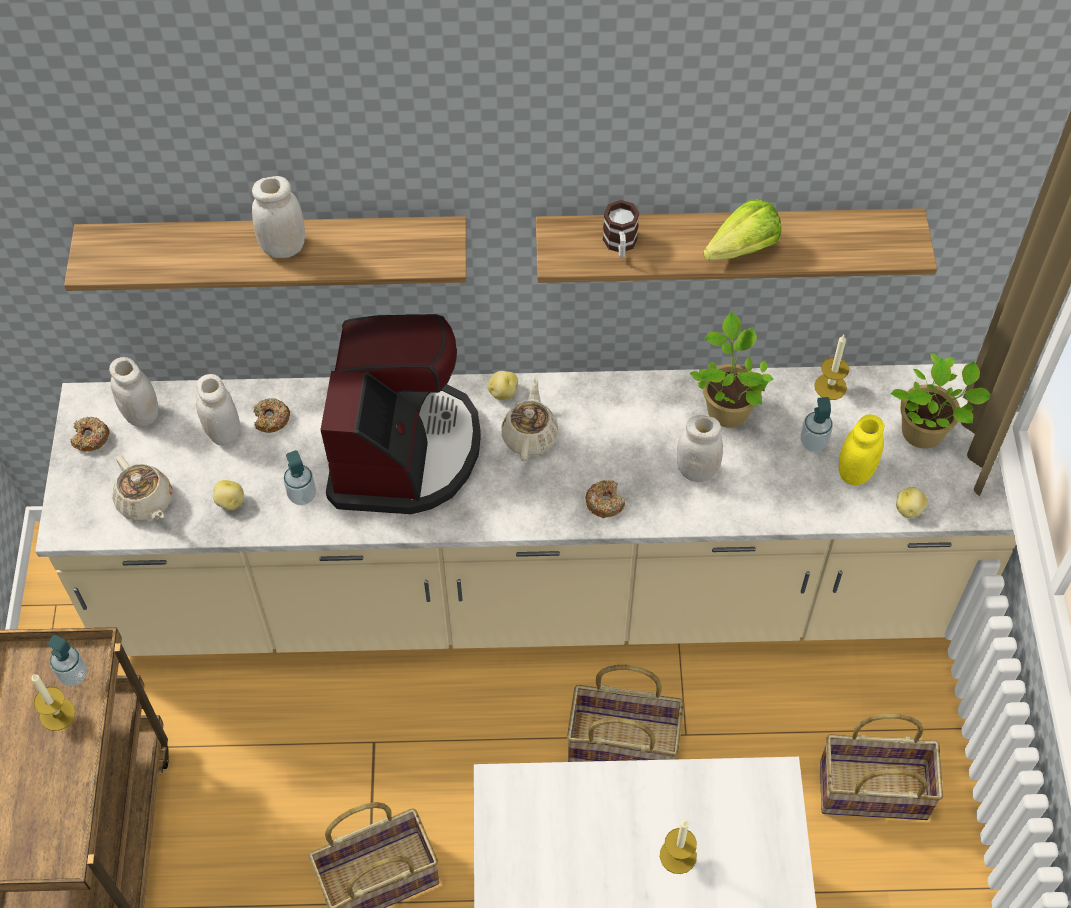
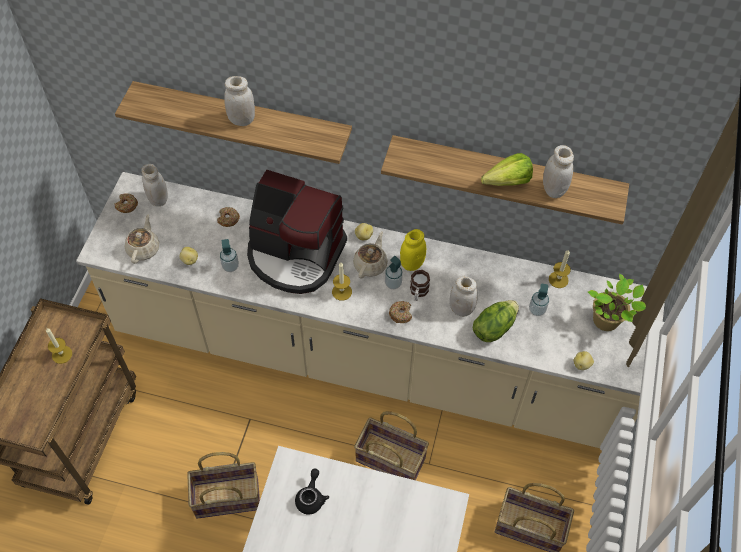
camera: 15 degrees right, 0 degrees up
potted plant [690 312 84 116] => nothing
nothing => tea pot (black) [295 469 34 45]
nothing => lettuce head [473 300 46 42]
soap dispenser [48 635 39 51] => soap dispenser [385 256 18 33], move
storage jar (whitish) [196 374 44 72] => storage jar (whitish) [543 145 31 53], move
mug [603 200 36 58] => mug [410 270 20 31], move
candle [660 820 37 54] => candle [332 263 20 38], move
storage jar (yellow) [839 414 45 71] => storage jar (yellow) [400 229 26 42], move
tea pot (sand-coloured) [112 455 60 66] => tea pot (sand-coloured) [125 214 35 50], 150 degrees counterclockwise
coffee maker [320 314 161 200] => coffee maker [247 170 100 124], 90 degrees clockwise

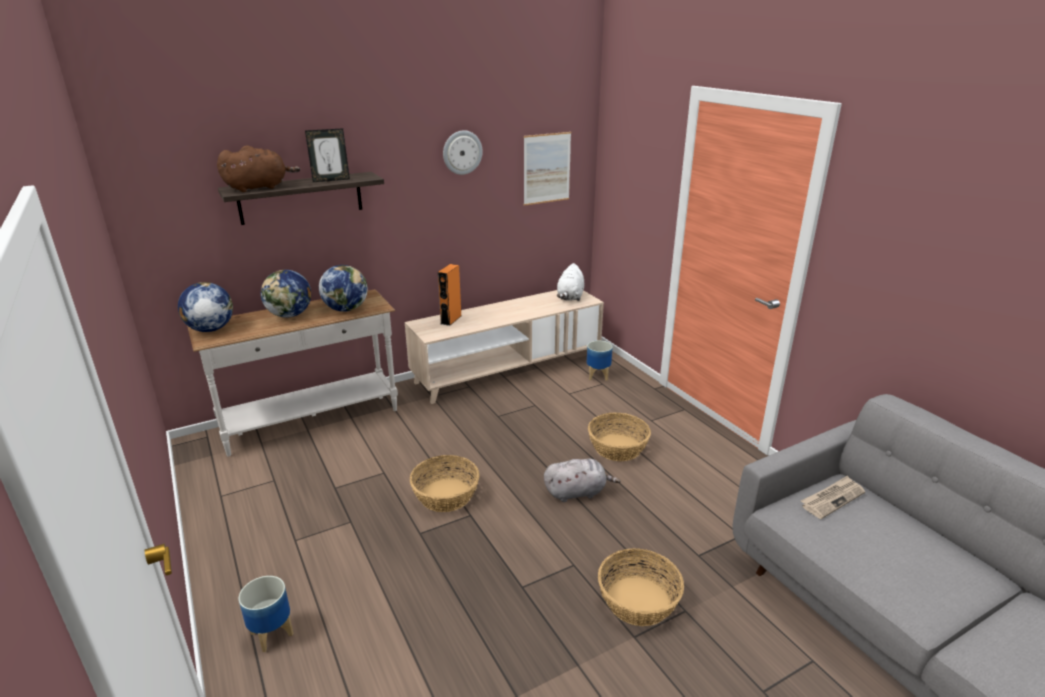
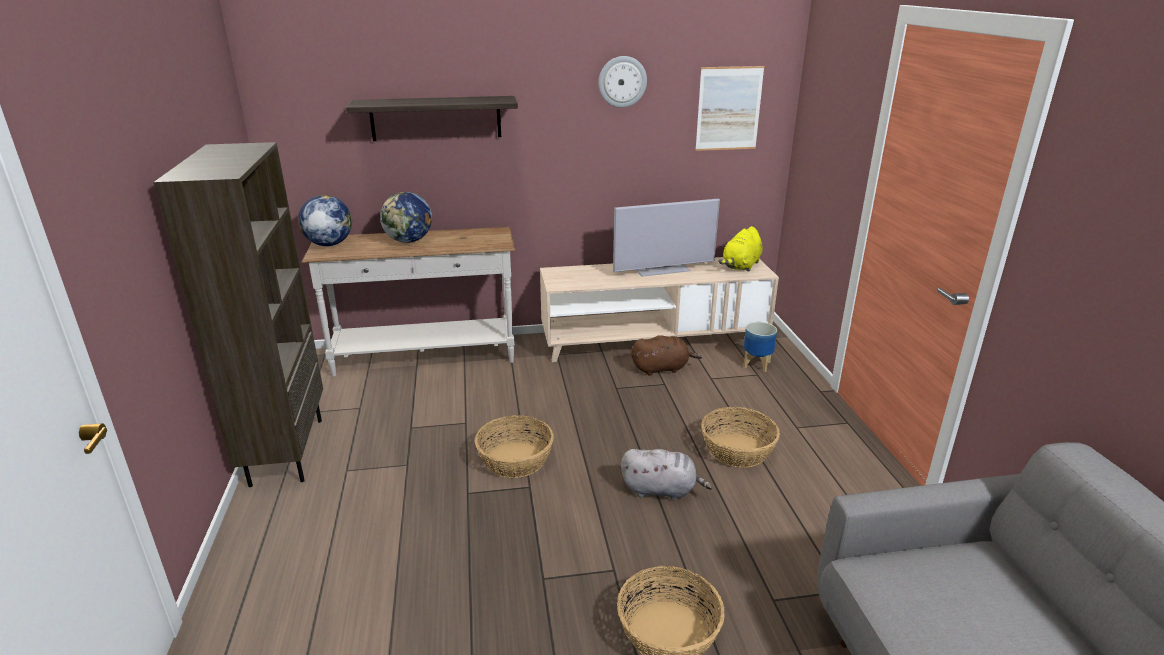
camera: 20 degrees right, 0 degrees up
plant pot [238 576 55 76] => nothing
photo frame [305 128 45 54] => nothing
world globe [319 265 49 47] => nothing
speaker (orangey) [438 264 23 62] => nothing
newspaper [801 475 64 44] => nothing
nothing => bookcase (brown) [153 142 170 345]
nothing => TV [613 199 107 78]
cuddly toy (brown) [217 145 83 47] => cuddly toy (brown) [631 335 71 41], move
cuddly toy (whitish) [557 263 27 38] => cuddly toy (yellow) [718 226 45 46]

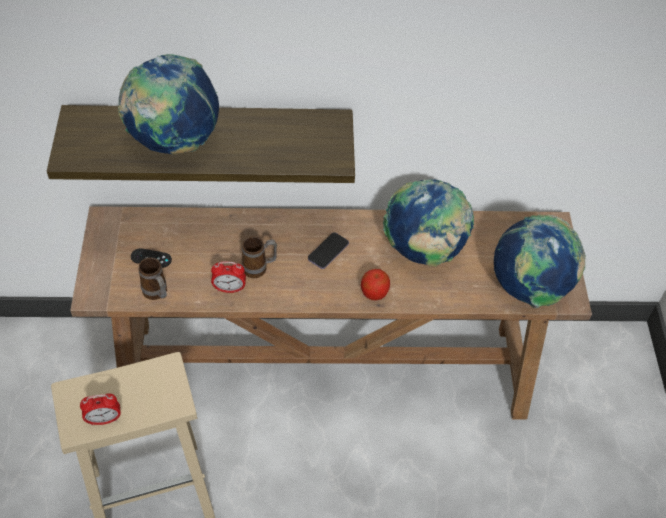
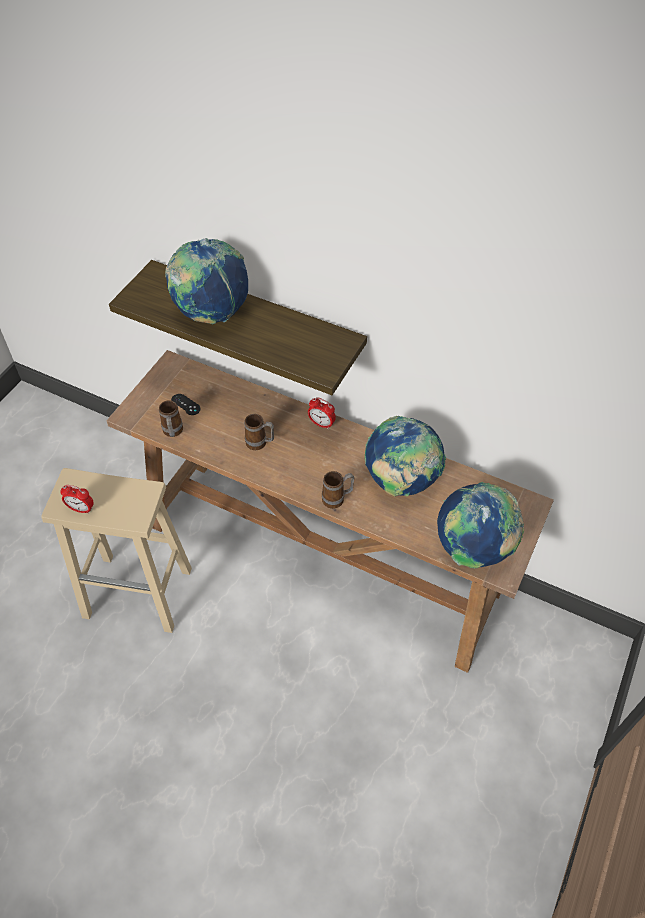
camera: 30 degrees right, 0 degrees up
telephone [308 232 41 37] => nothing
table clock [211 261 35 32] => table clock [308 397 28 32], move
whole apple [361 269 29 31] => mug [322 471 32 38]

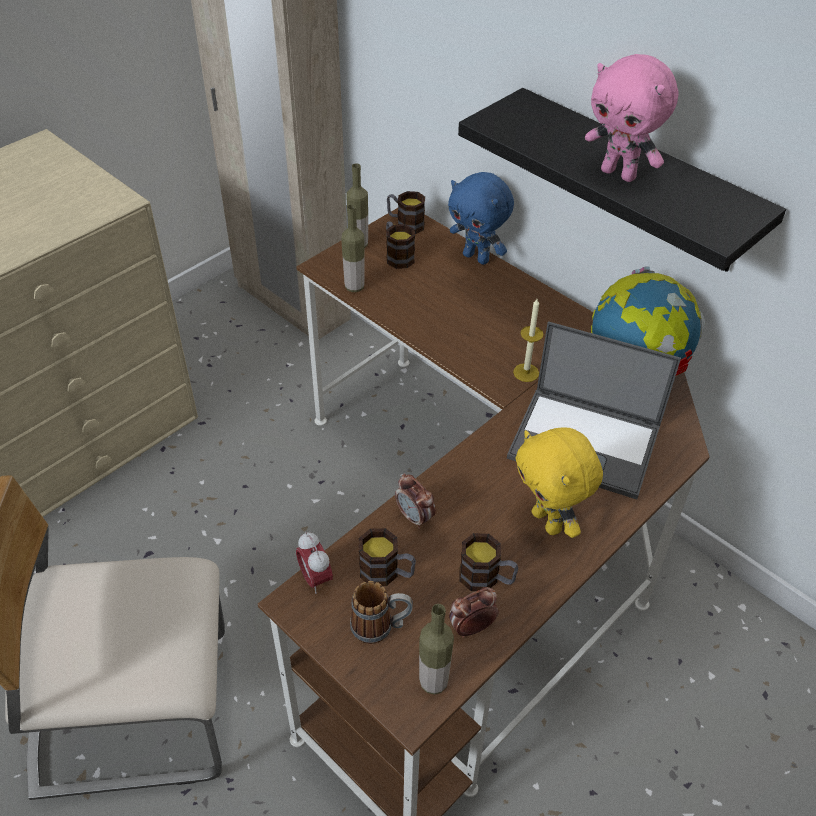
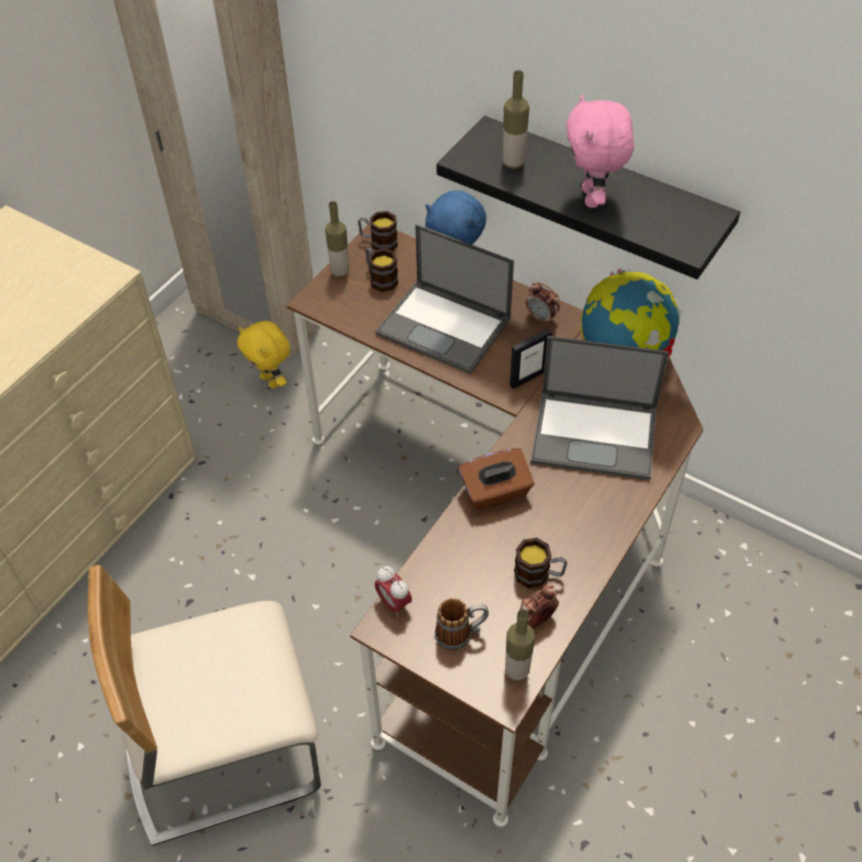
camera: 10 degrees left, 5 degrees up
mug [359 528 57 58] => nothing
nothing => laptop [375 224 139 150]
nothing => tissue box (brown) [458 448 76 63]
beverage bottle [341 204 24 88] => beverage bottle [503 70 26 99], move
table clock [395 474 41 55] => table clock [526 282 34 43], move
cuddly toy (yellow) [515 427 88 111] => cuddly toy (yellow) [237 321 53 67], move
candle [513 299 30 83] => photo frame [510 329 42 60]
cuddly toy (pinkish) [585 54 94 128] => cuddly toy (pinkish) [566 95 68 113], 60 degrees clockwise

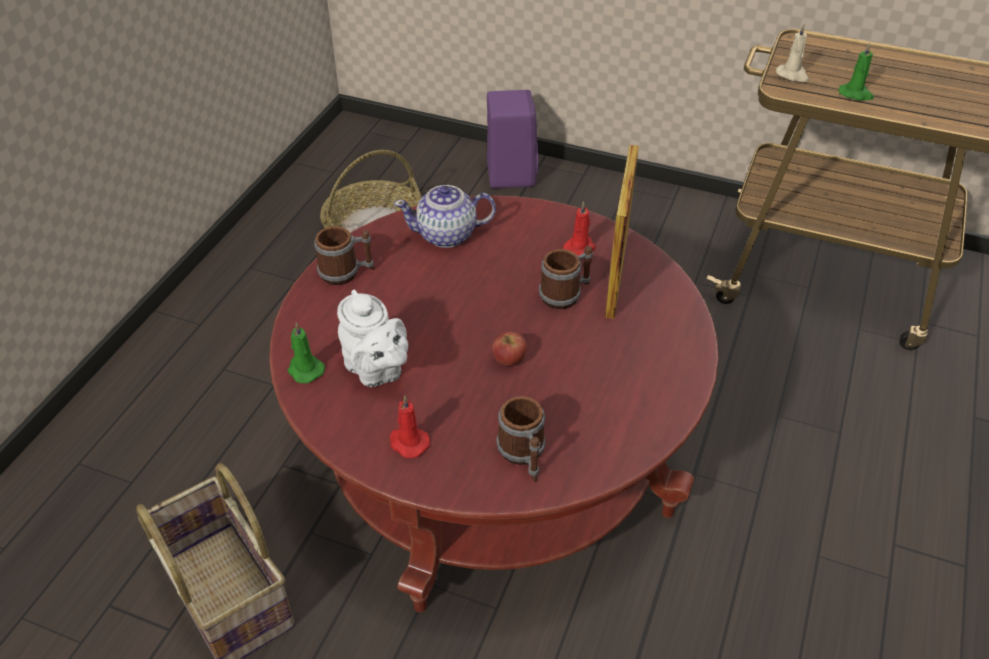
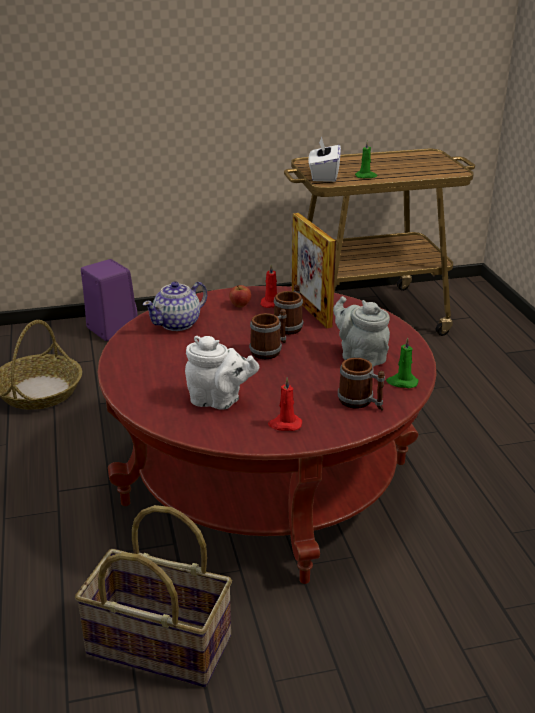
camera: 35 degrees left, 15 degrees down
nothing => tea pot (gray) [333 296 57 71]
candle (green-coloured) [287 322 38 61] => candle (green-coloured) [386 337 33 51], move
mug [314 226 61 59] => mug [249 309 38 50], move
whole apple [492 332 35 34] => whole apple [229 285 22 23], move
candle (sand-coloured) [776 24 33 58] => tissue box (whitish) [309 136 32 46]

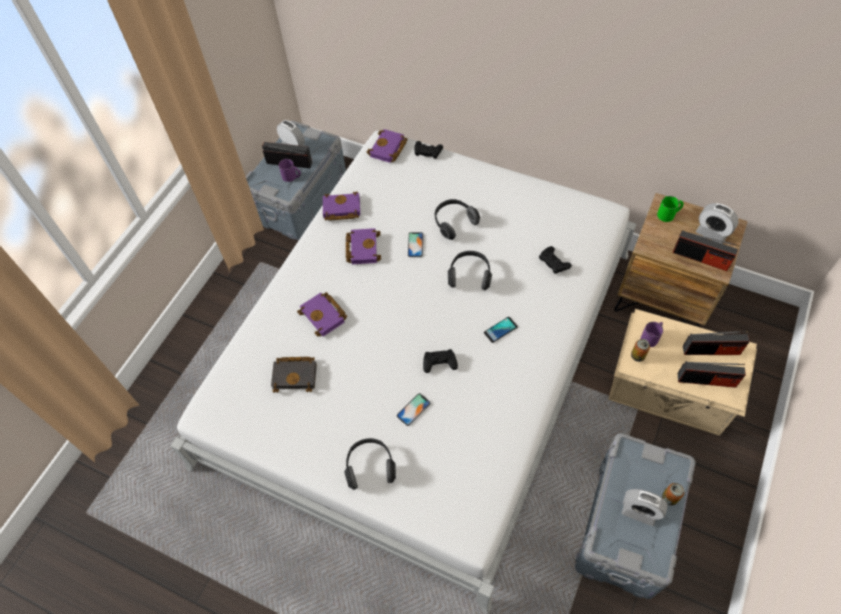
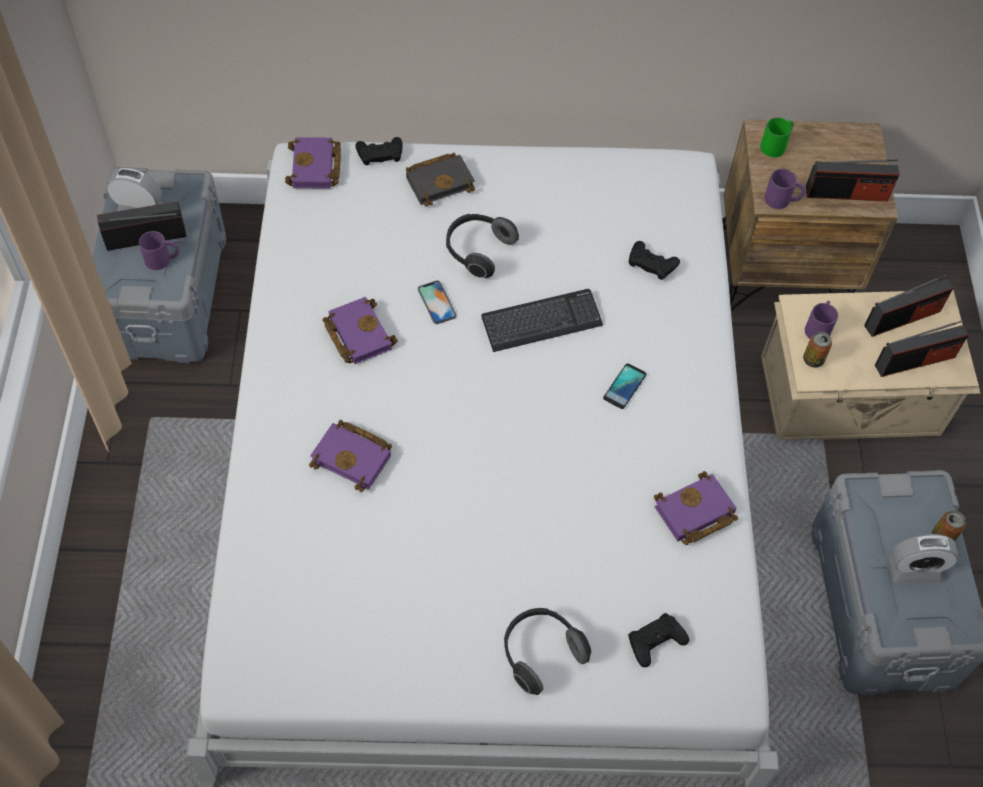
camera: 30 degrees left, 0 degrees up
telephone [397 393 34 33] => nothing
table clock [696 203 43 41] => nothing
nothing => mug (purple) [764 168 41 41]
bound book (black) [271 357 46 36] => bound book (black) [406 153 69 54], move
bound book (purple) [323 192 37 28] => bound book (purple) [654 471 84 74], move
gamepad (black) [423 349 35 24] => gamepad (black) [628 613 61 54], move
pair of headphones [448 251 44 39] => PC keyboard [482 289 121 63]

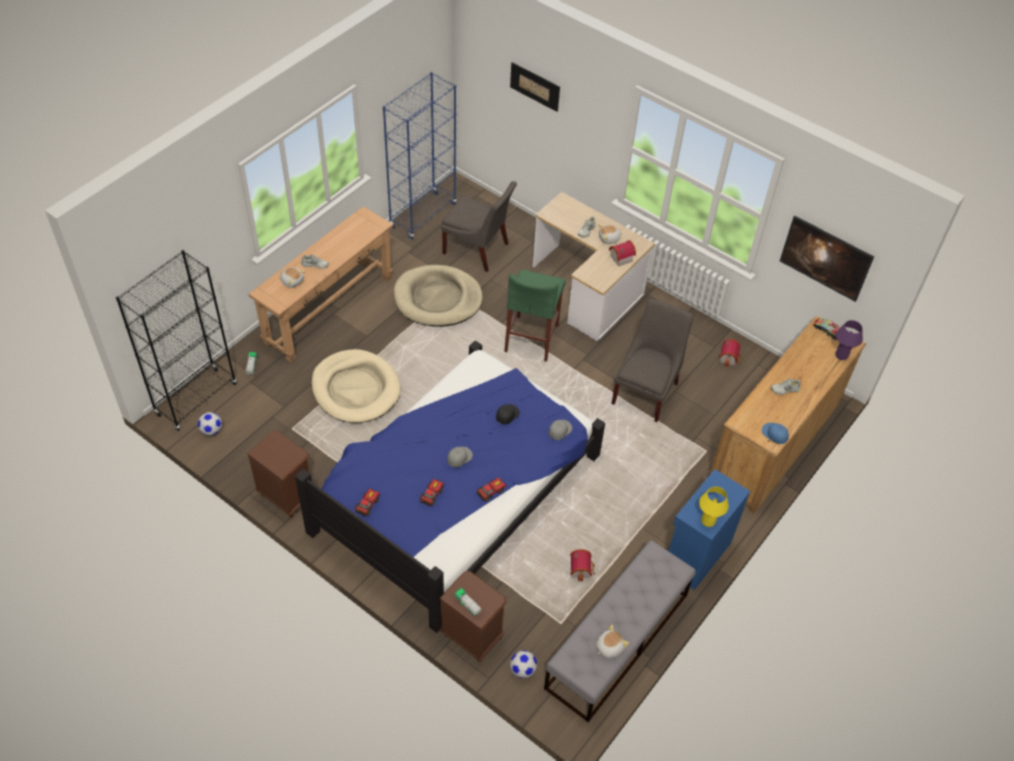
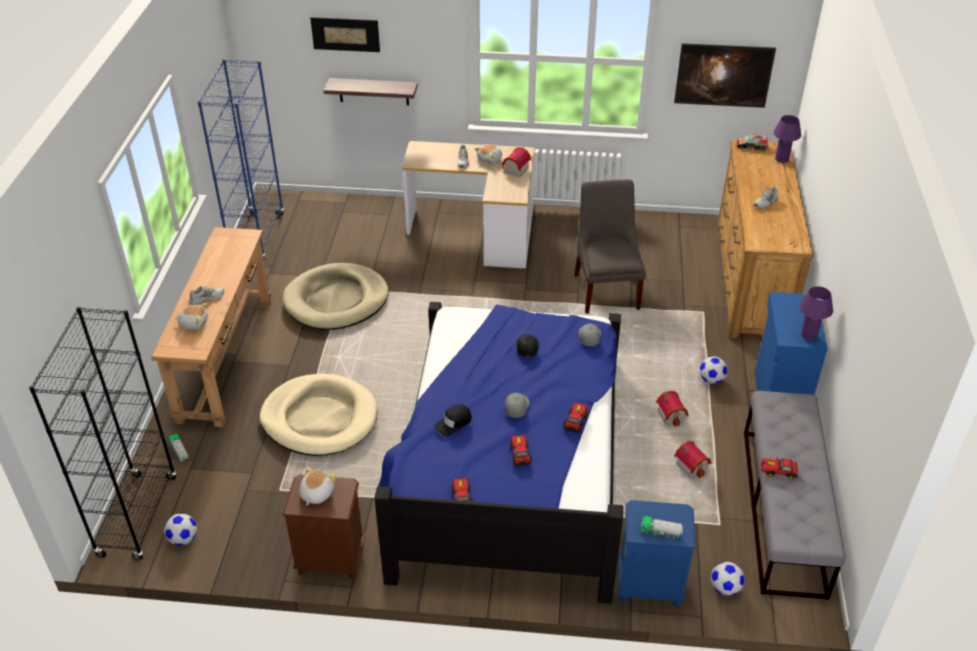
camera: 30 degrees left, 10 degrees down
chair (gray) [441 181 76 91] => nothing
sitting stool (green-coloured) [504 270 62 92] => nothing
cap (bluish) [762 423 27 21] => nothing
nothing => wall shelf [324 78 94 27]
nothing => cap (black) [434 404 38 33]
nothing => football ball [700 356 27 28]
nothing => miniature car [761 457 37 23]
cuddly toy [596 624 33 34] => cuddly toy [299 467 37 39], move
toy house [719 339 23 28] => toy house [656 391 33 36], move
night table (brown) [439 571 68 91] => night table (bluish) [618 500 78 107]
table lamp (yellow) [699 487 30 40] => table lamp (purple) [799 286 34 54]

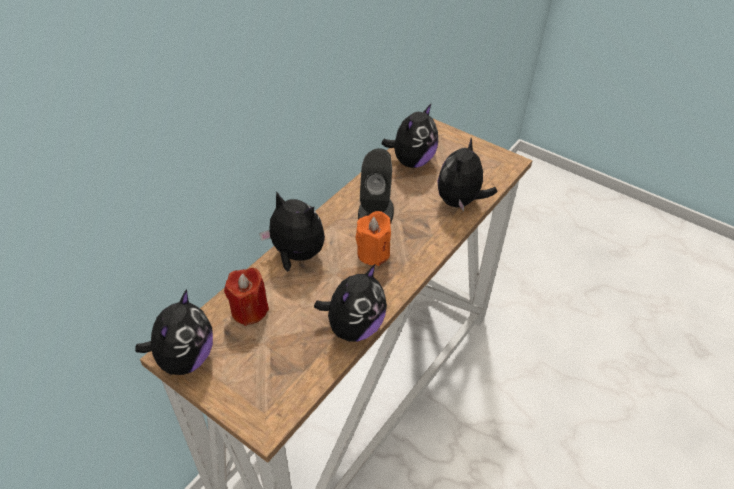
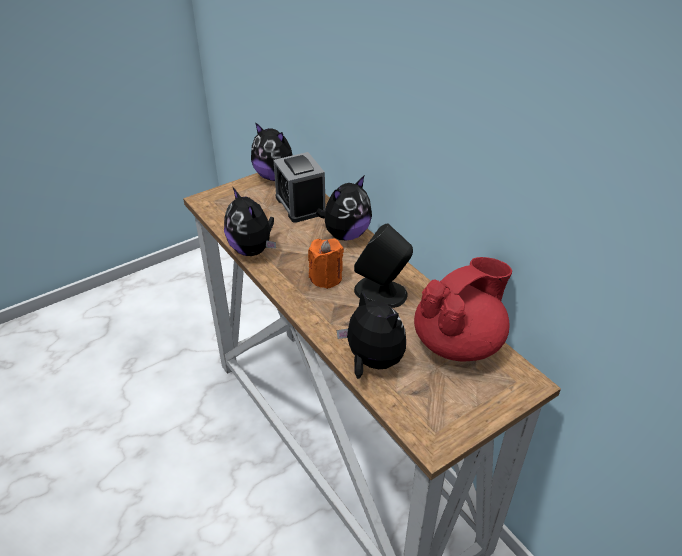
camera: 110 degrees right, 5 degrees down
candle (reddish) [224 268 45 58] => table clock [273 152 53 71]
cuddly toy [382 103 56 65] => tea pot (reddish) [414 257 98 104]

